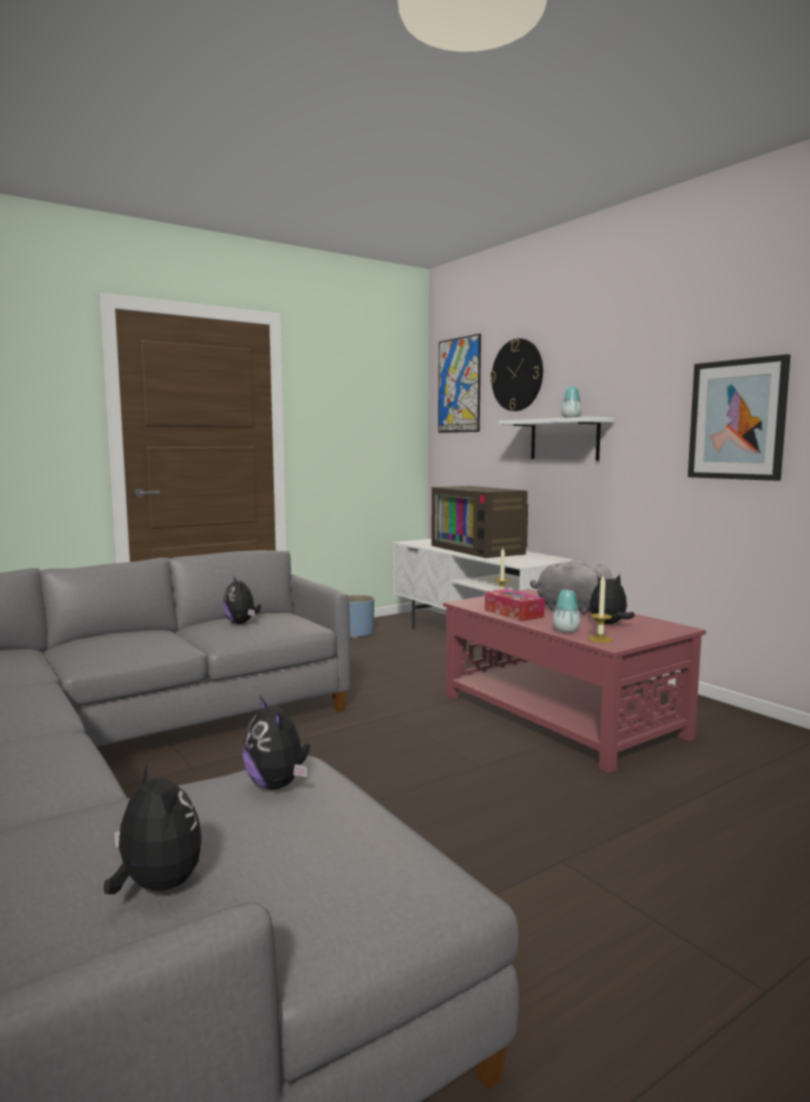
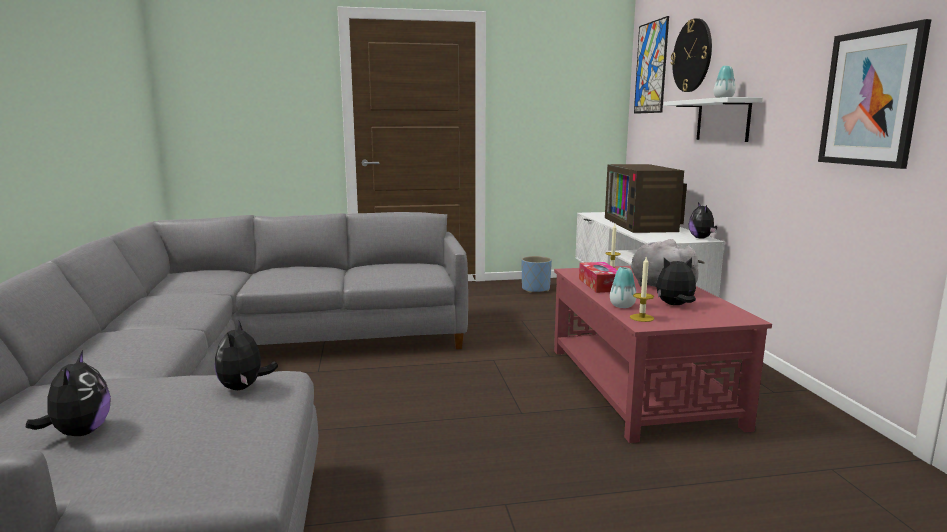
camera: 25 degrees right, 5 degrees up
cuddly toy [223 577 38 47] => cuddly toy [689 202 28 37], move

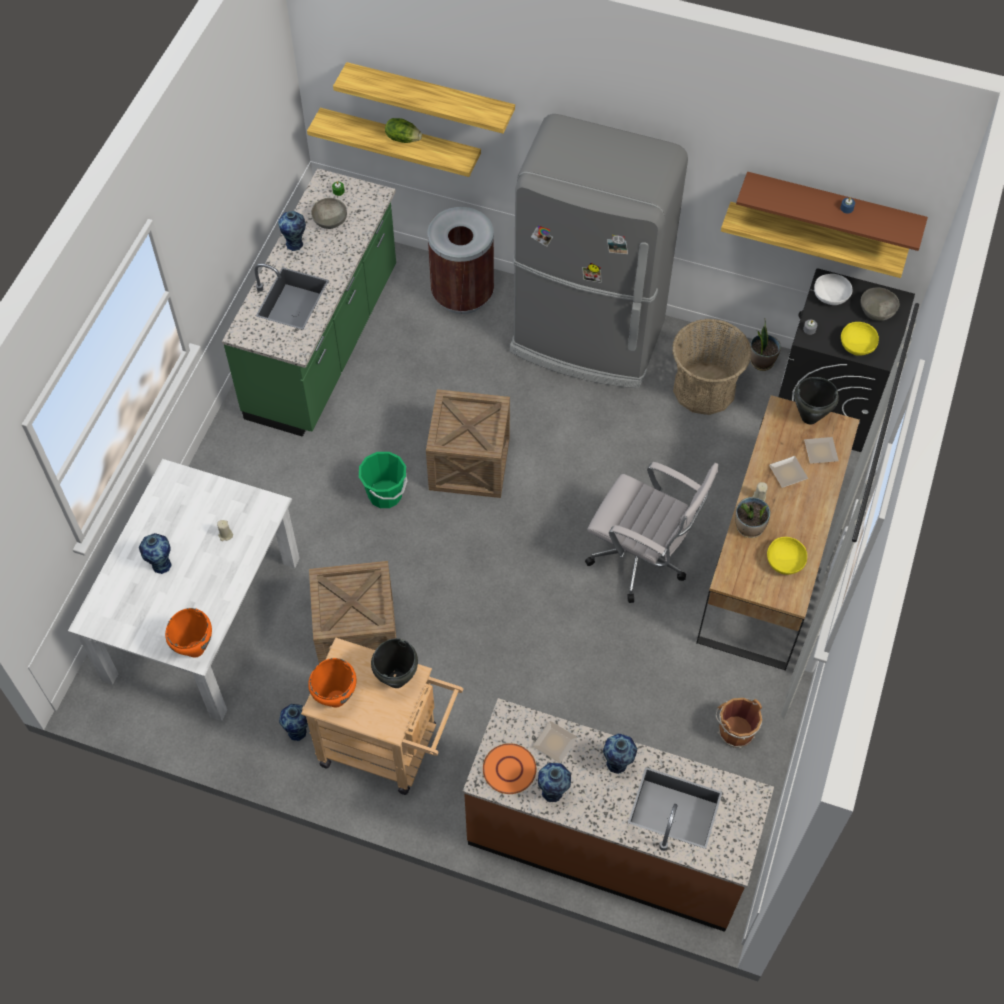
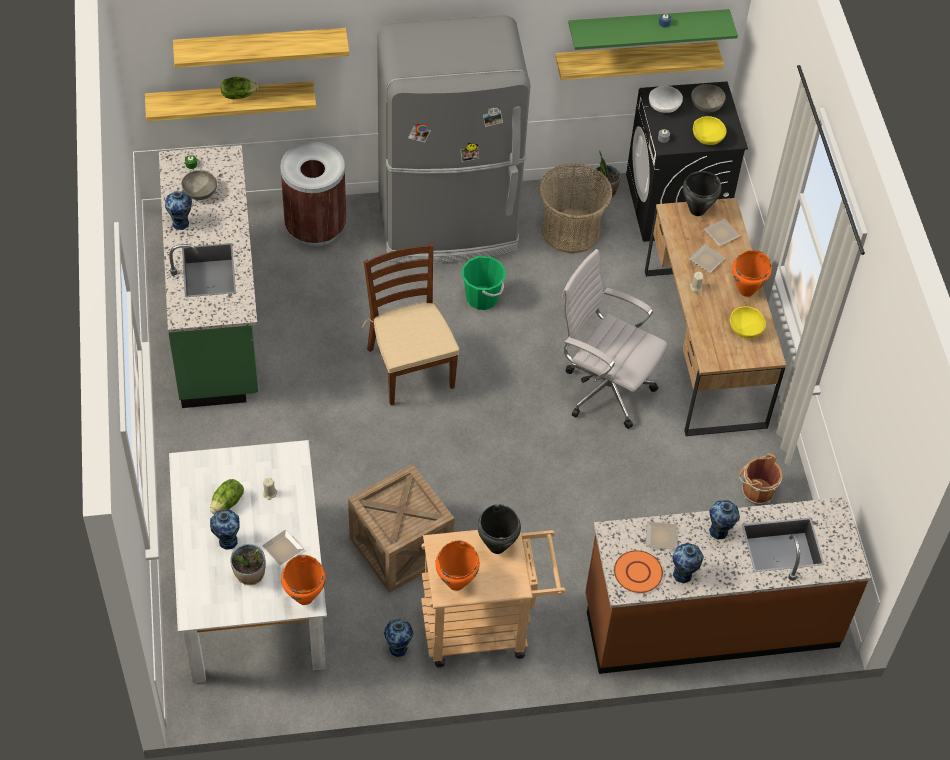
camera: 30 degrees left, 5 degrees down
nothing => lettuce head [210 479 34 35]
nothing => flat dish [262 529 42 36]
nothing => saucepot (orangey) [732 250 40 47]
bucket (green-coloured) [359 452 48 56] => bucket (green-coloured) [462 256 44 54], move
potted plant [735 497 35 41] => potted plant [230 544 36 41], move
crate [426 389 84 109] => chair (brown) [362 244 97 161]
wall shelf (brown) [736 172 192 79] => wall shelf (green-coloured) [568 9 170 41]
office chair (whitish) [585 462 133 141] => office chair (whitish) [562 249 105 180], 150 degrees counterclockwise

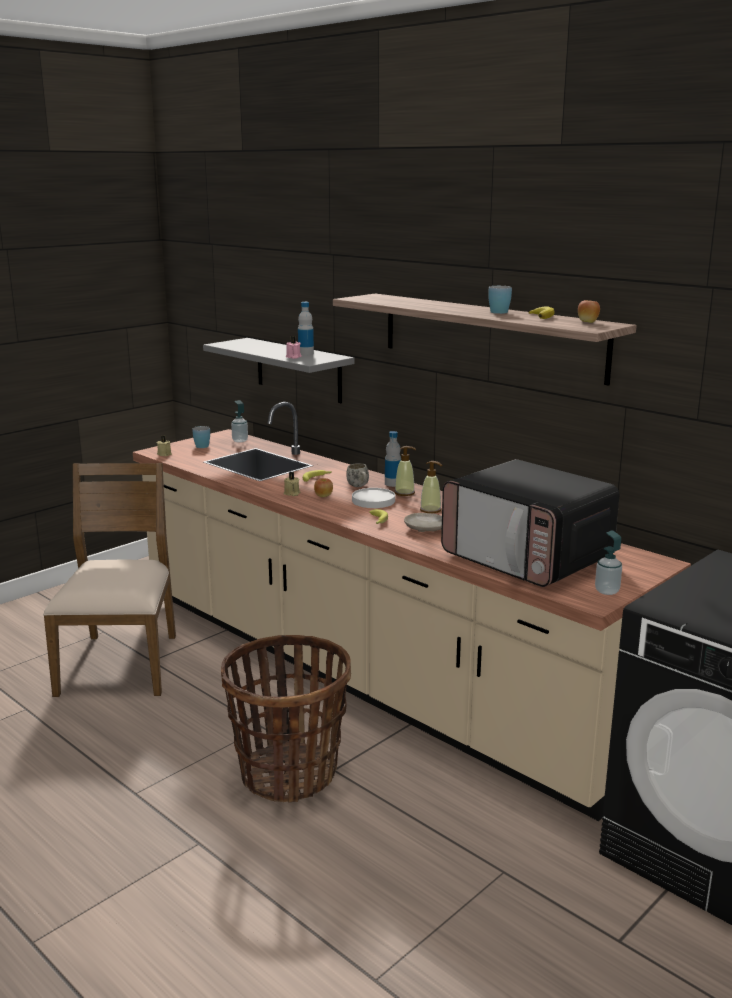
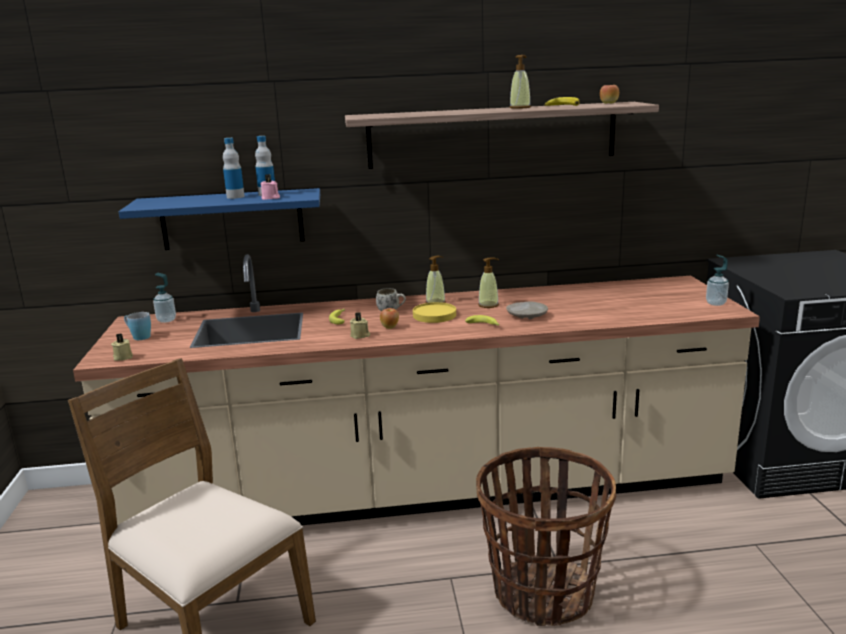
camera: 50 degrees left, 0 degrees up
microwave [441 459 178 128] => nothing
beverage bottle [385 431 16 56] => beverage bottle [223 138 22 61], move
mug (bluish) [488 286 24 28] => soap dispenser [509 55 22 54]
wall shelf (gray) [203 338 152 65] => wall shelf (bluish) [119 188 201 62]
flat dish (whitish) [352 488 43 20] => flat dish (yellow) [413 302 43 21]

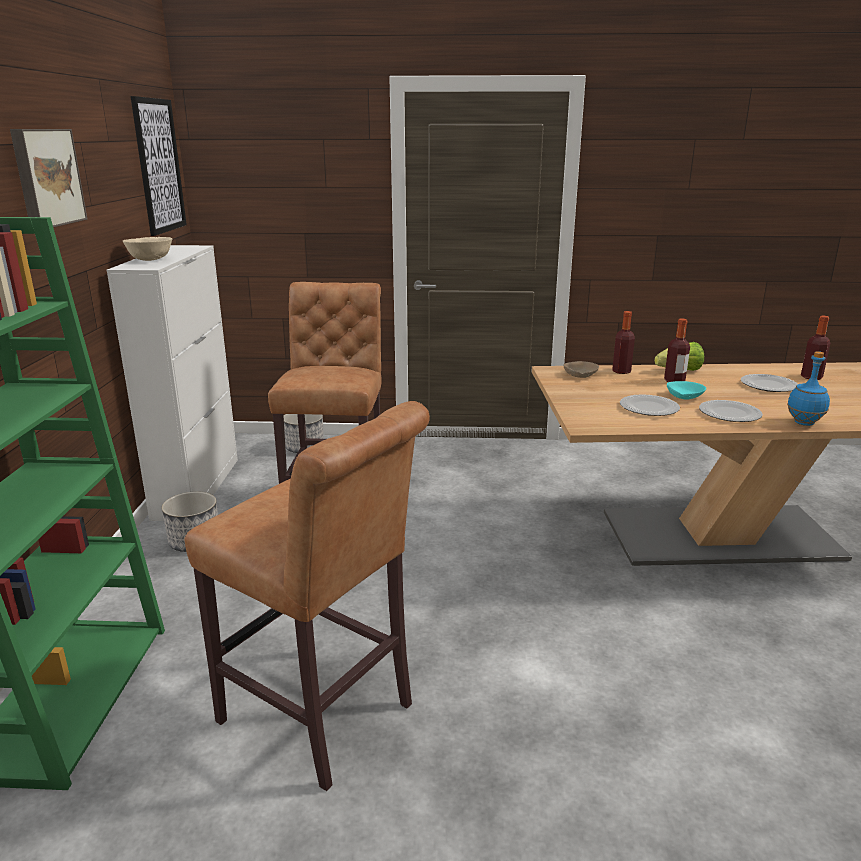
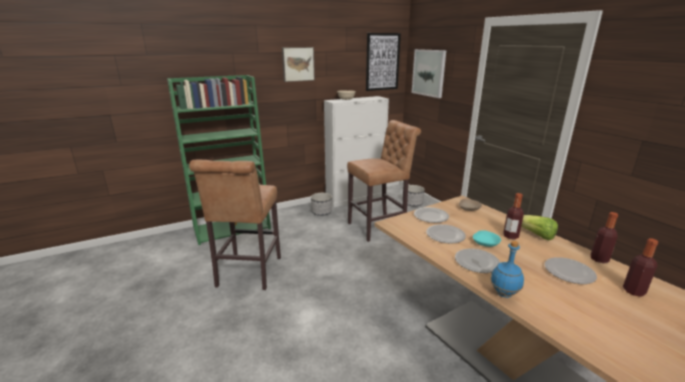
camera: 60 degrees right, 0 degrees up
nothing => picture [412 49 34 49]
nothing => flat dish [414 207 35 16]
beverage bottle [612 311 23 63] => beverage bottle [591 212 27 51], move

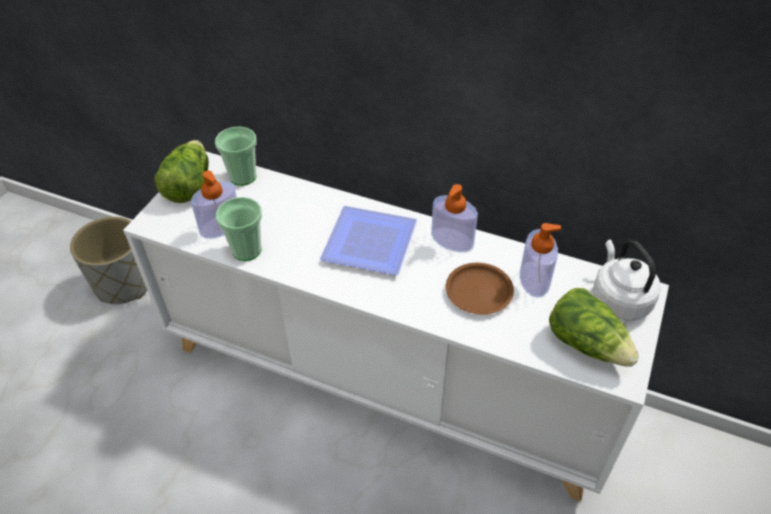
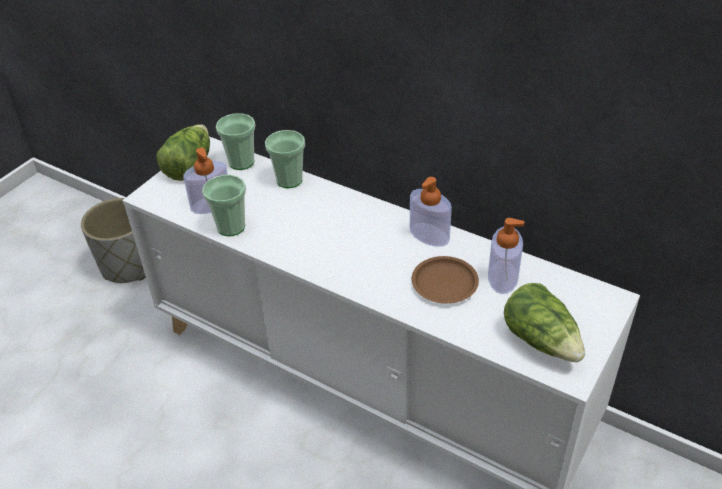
camera: 10 degrees right, 5 degrees down
flat dish [320 206 97 69] => nothing
tea kettle (whitish) [593 239 68 82] => nothing
nothing => drinking cup [265 130 40 58]

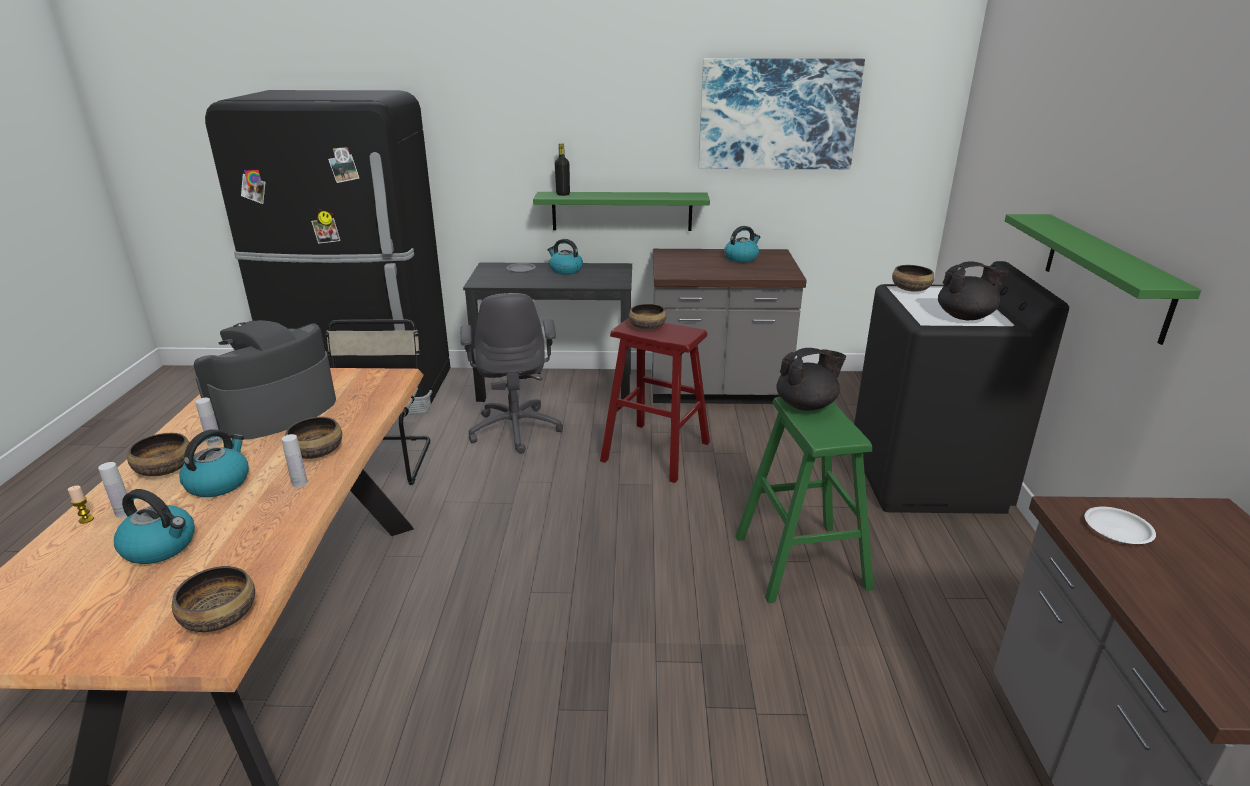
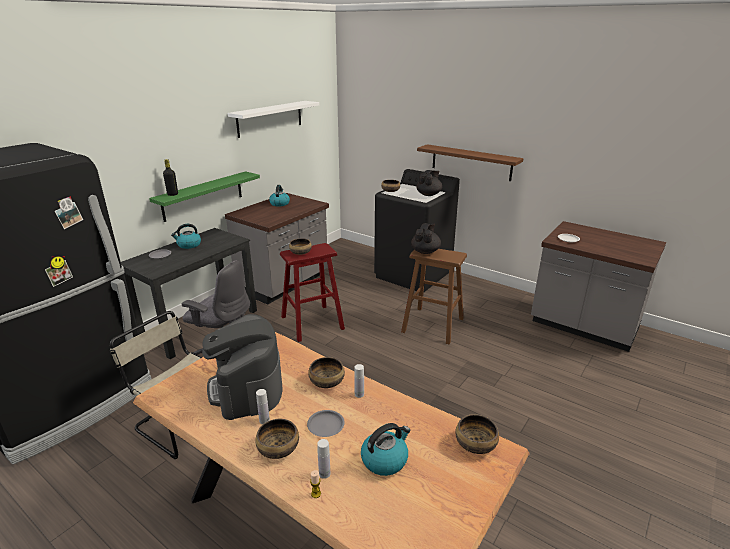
camera: 55 degrees left, 0 degrees up
tea kettle [179 429 70 68] => flat dish (gray) [307 410 38 27]
picture [699 58 166 111] => wall shelf (whitish) [228 101 91 37]
sitting stool (green-coloured) [735 397 139 206] => sitting stool (brown) [401 249 66 95]
wall shelf (green-coloured) [1005 214 196 131] => wall shelf (brown) [417 144 106 37]

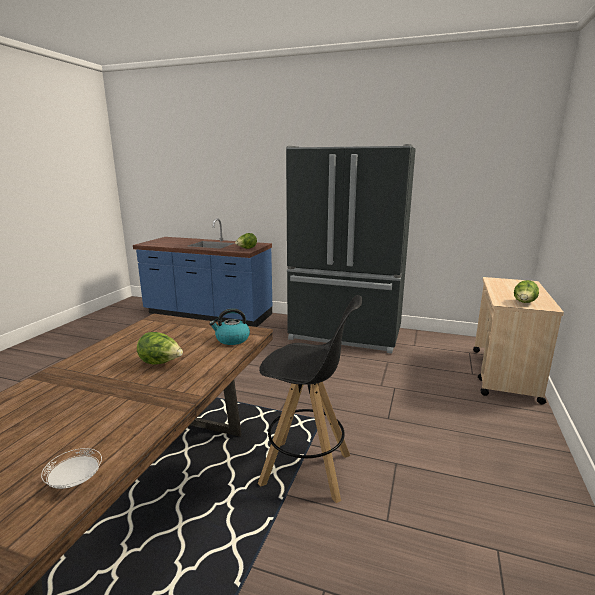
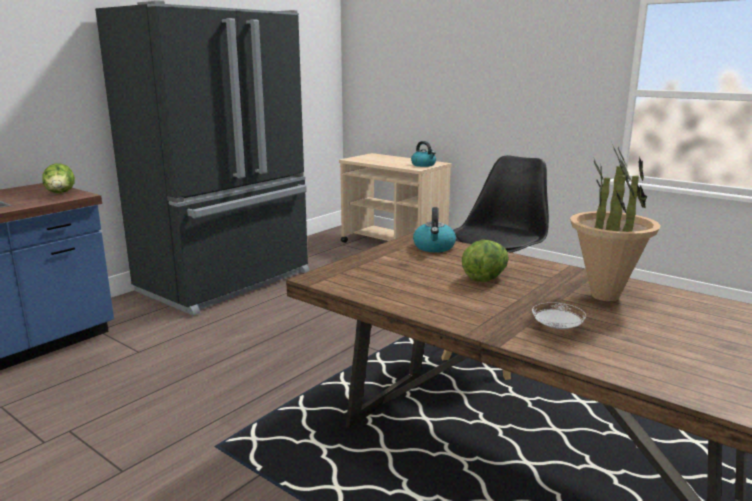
camera: 70 degrees left, 0 degrees up
nothing => potted plant [570 141 91 160]
flat dish (whitish) [41 448 61 41] => flat dish (whitish) [532 302 54 27], move
lettuce head [514 280 25 23] => tea kettle [411 141 25 26]

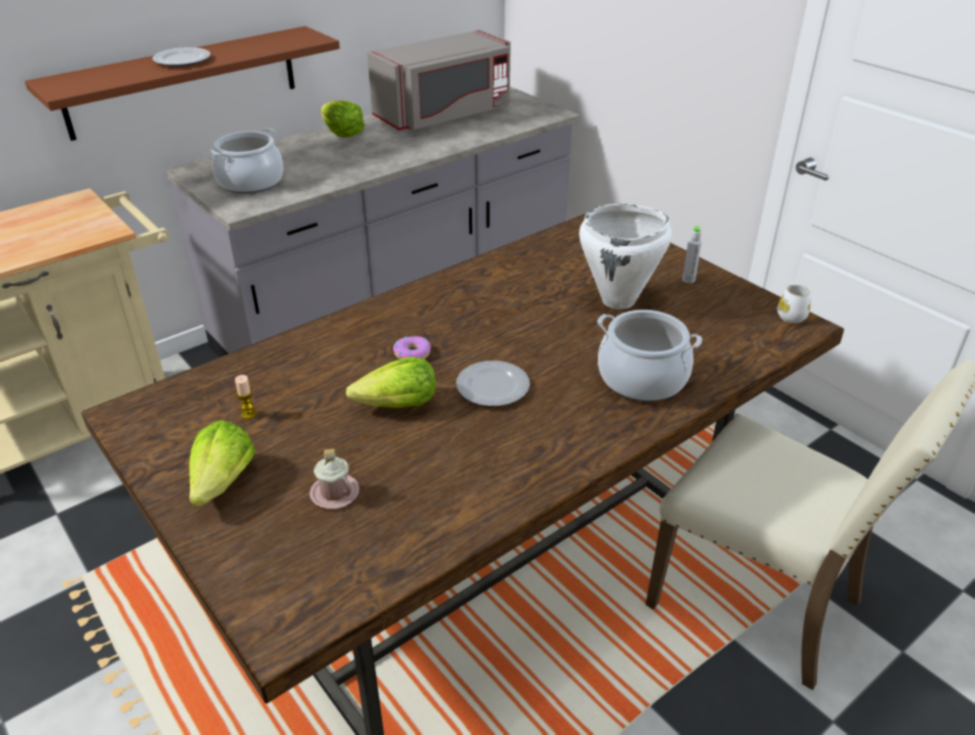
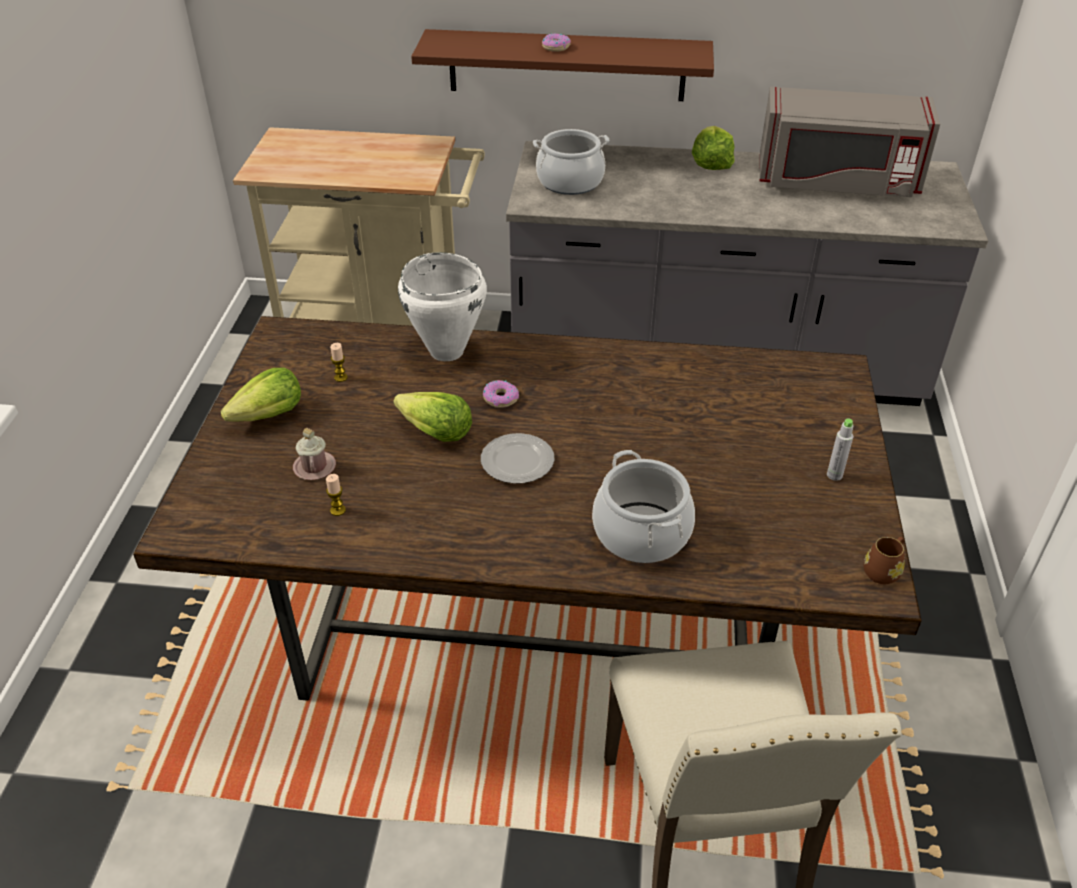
camera: 45 degrees right, 5 degrees up
nothing => candle [326 474 20 42]
saucepot (whitish) [579 204 93 105] => saucepot (whitish) [398 252 89 109], move
flat dish [152 47 59 20] => donut [542 34 29 18]
mug (whitish) [777 284 33 39] => mug (brown) [863 537 42 47]

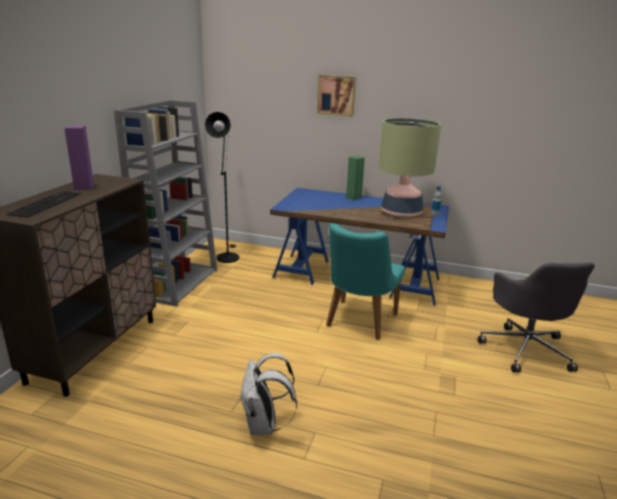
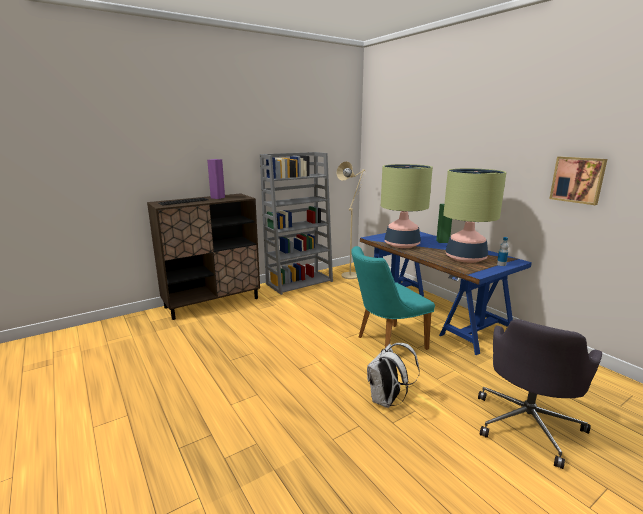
camera: 40 degrees right, 5 degrees down
nothing => table lamp [381 164 52 84]
knapsack (whitish) [240 353 57 82] => knapsack (whitish) [367 343 52 65], move
picture [317 75 39 41] => picture [549 156 58 49], move
standing lamp (black) [205 112 34 151] => standing lamp (sand-coloured) [337 161 28 118]

